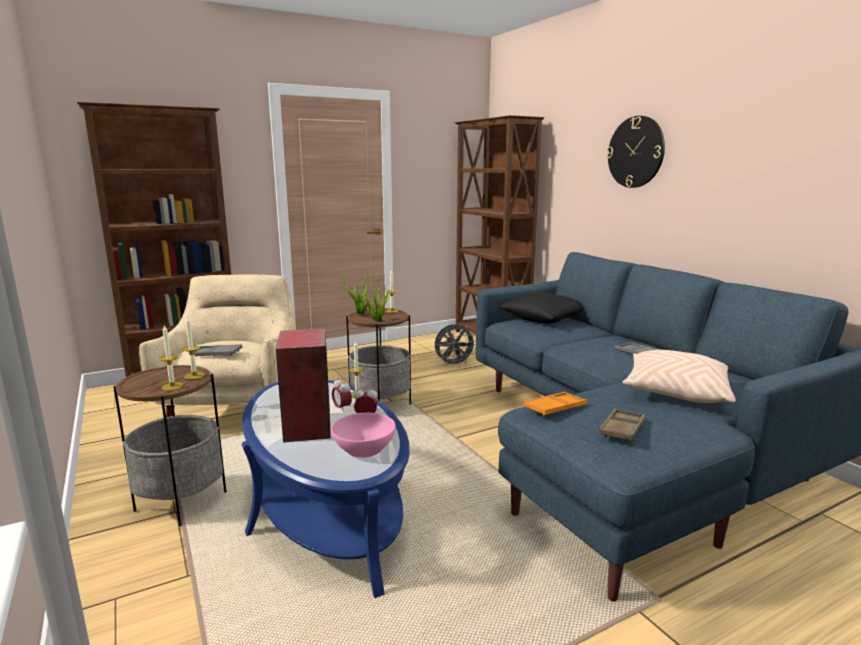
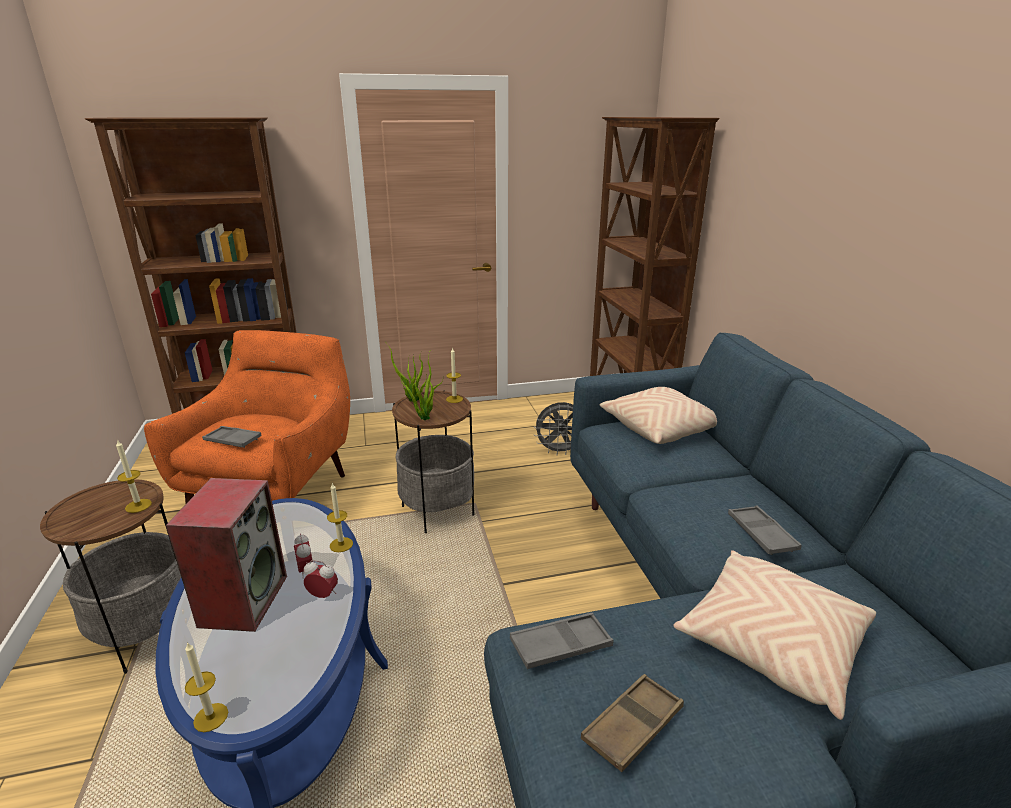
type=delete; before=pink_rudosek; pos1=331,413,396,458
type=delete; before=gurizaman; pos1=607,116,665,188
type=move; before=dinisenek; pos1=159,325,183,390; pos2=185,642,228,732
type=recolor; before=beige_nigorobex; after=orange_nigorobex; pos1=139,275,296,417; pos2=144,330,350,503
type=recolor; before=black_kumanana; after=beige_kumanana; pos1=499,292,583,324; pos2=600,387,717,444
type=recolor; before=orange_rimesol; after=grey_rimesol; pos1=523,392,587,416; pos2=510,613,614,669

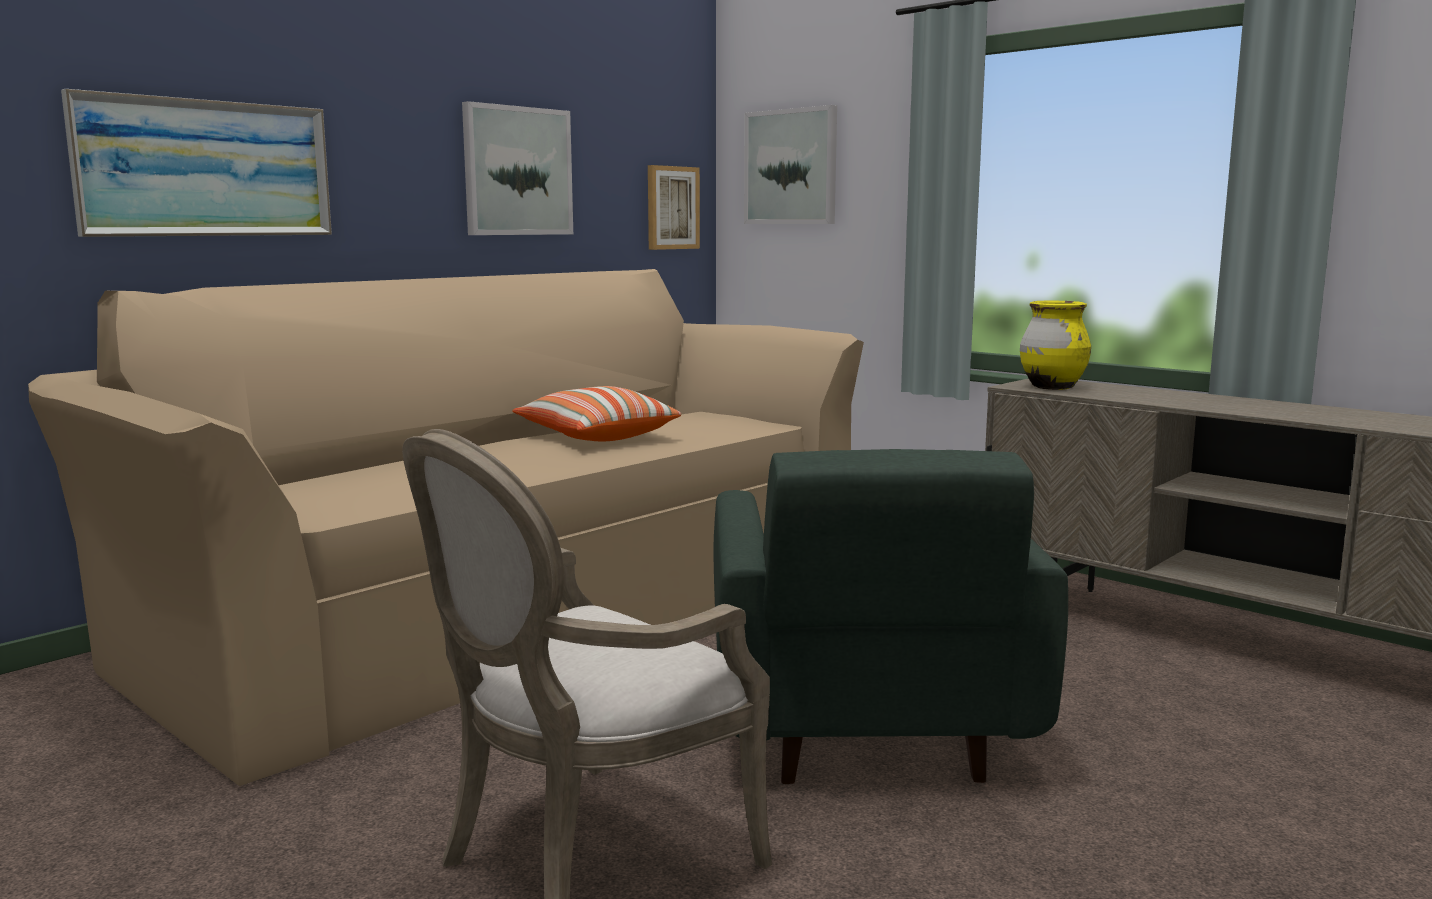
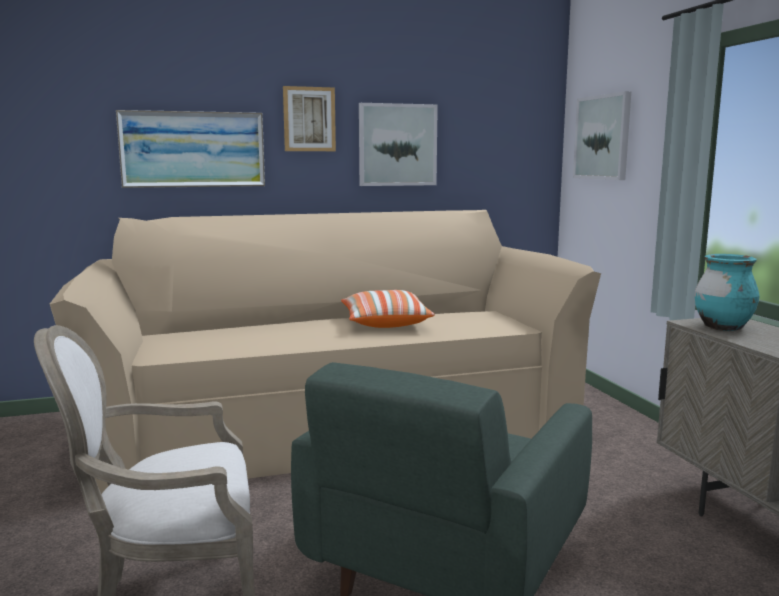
type=move; before=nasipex; pos1=648,165,700,250; pos2=283,86,336,151
type=recolor; before=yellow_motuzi; after=turquoise_motuzi; pos1=1020,301,1091,390; pos2=695,254,760,331

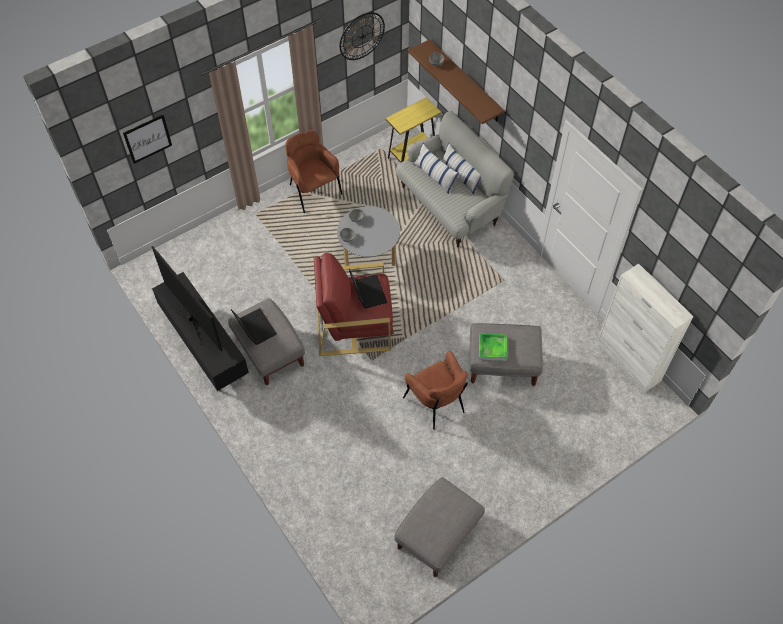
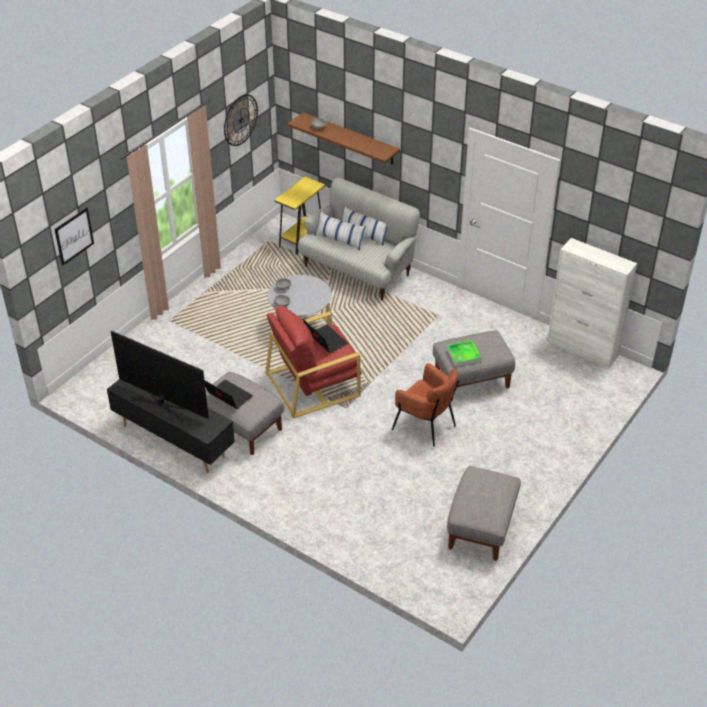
type=delete; before=brown_nigorobex; pos1=285,130,343,213

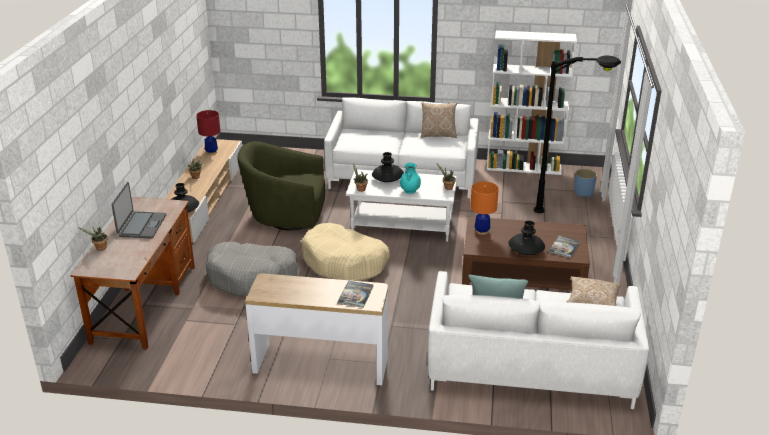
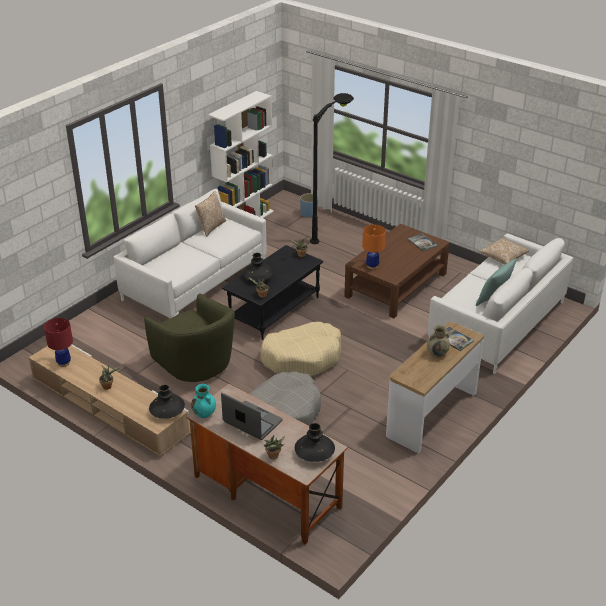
type=insert; after=beige_motuzi; pos2=427,325,450,357
type=move; before=turquoise_motuzi; pos1=400,163,421,194; pos2=191,384,216,418
type=move; before=black_motuzi; pos1=508,221,545,255; pos2=294,423,335,462
type=recolor; before=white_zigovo; after=black_zigovo; pos1=346,169,457,242; pos2=222,245,323,340
type=rotate; before=green_nigorobex; pos1=237,141,325,231; pos2=144,293,235,382; turn=-75

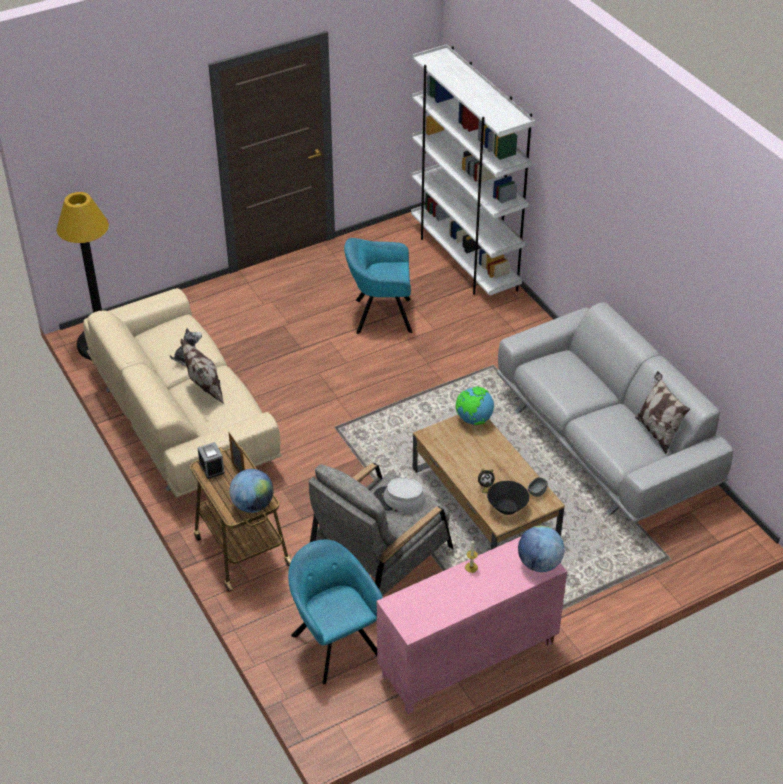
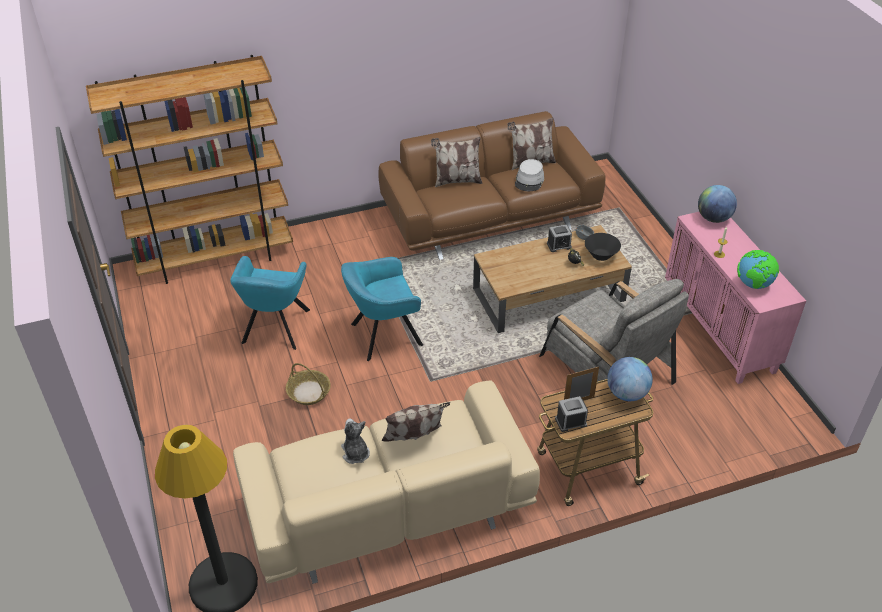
type=insert; after=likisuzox; pos2=286,363,331,405
type=insert; after=kumanana; pos2=431,137,482,187
type=insert; after=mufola; pos2=547,225,572,252
type=move; before=turquoise_nigorobex; pos1=288,539,383,685; pos2=341,257,423,361
type=move; before=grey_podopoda; pos1=374,478,426,513; pos2=515,159,544,191
type=move; before=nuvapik; pos1=456,386,494,425; pos2=737,250,779,289
type=recolor; before=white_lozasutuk; after=brown_lozasutuk; pos1=411,44,535,296; pos2=86,55,293,284
type=recolor; before=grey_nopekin; after=brown_nopekin; pos1=497,302,733,523; pos2=379,111,606,260

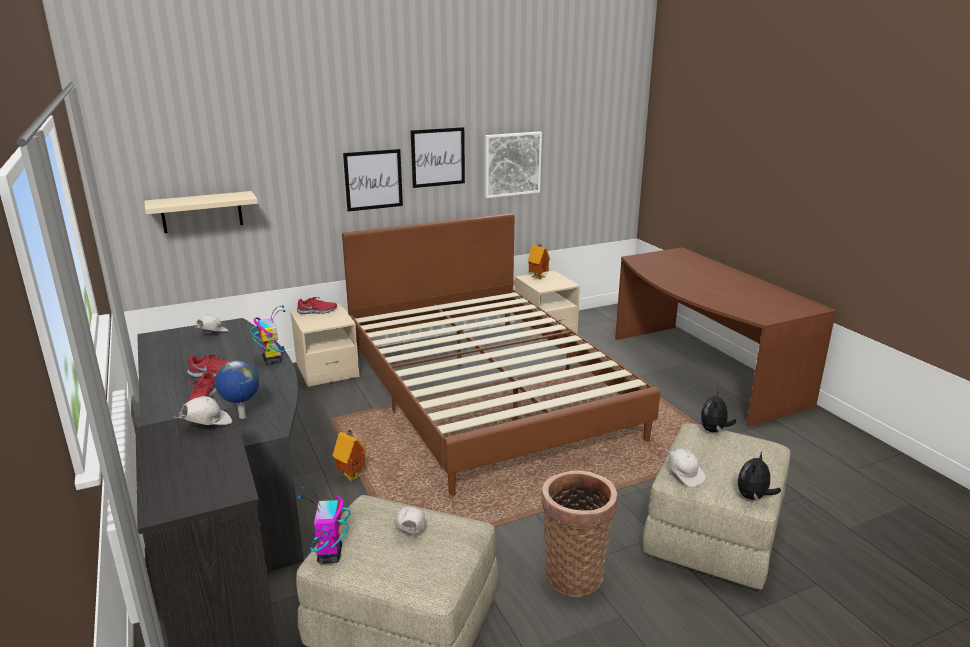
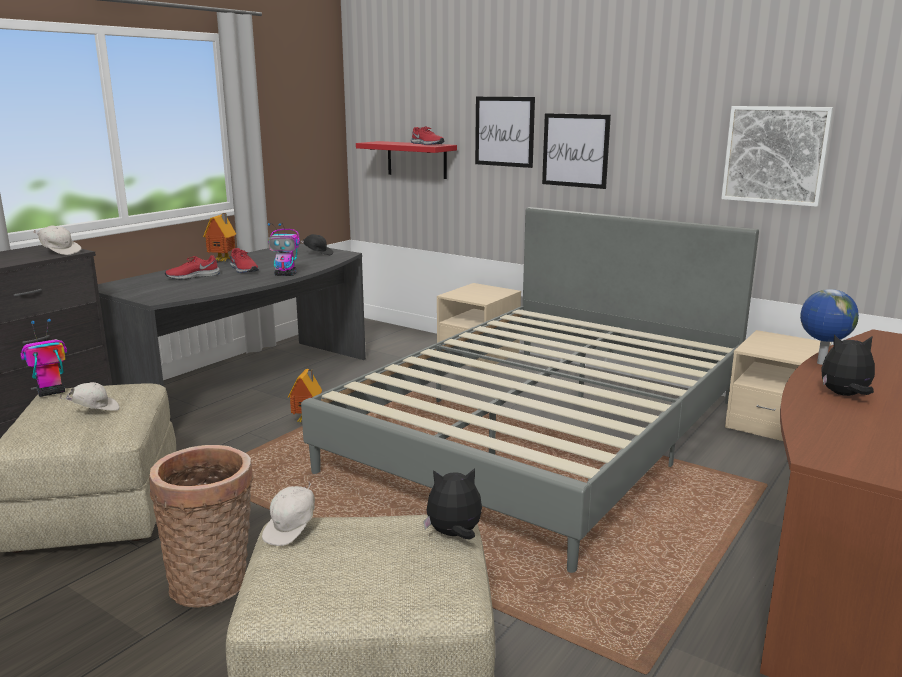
type=move; before=nuvapik; pos1=215,360,259,419; pos2=800,289,859,365
type=move; before=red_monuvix; pos1=297,297,337,314; pos2=411,126,444,145
type=move; before=nasipex; pos1=411,127,465,188; pos2=475,97,535,168
type=move; before=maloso; pos1=528,244,550,279; pos2=203,213,236,261
type=move; before=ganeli; pos1=737,452,781,501; pos2=821,335,875,396
type=recolor; before=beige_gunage; after=red_gunage; pos1=144,191,258,233; pos2=356,141,457,179
type=recolor; before=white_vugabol; after=black_vugabol; pos1=195,315,229,331; pos2=300,234,333,255
type=recolor; before=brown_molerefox; after=grey_molerefox; pos1=342,213,660,496; pos2=301,207,759,573
type=rotate; before=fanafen; pos1=250,305,286,365; pos2=268,223,300,276; turn=60

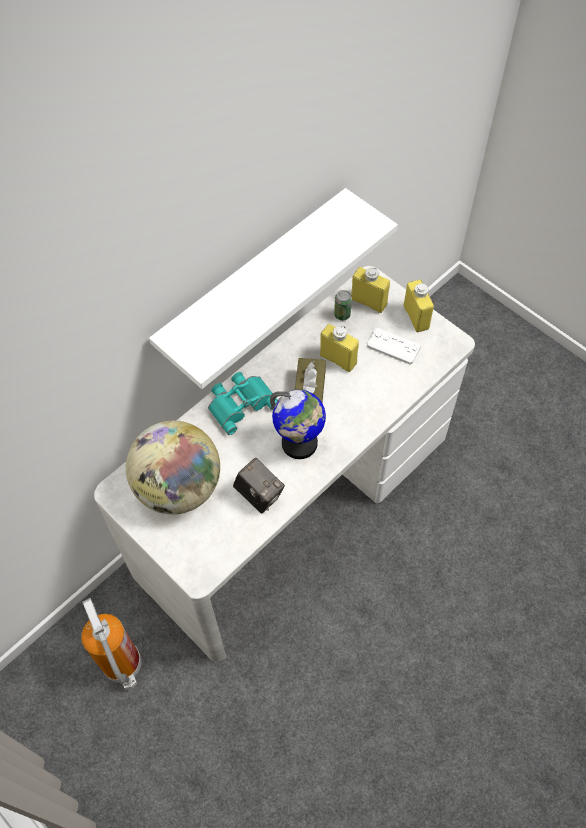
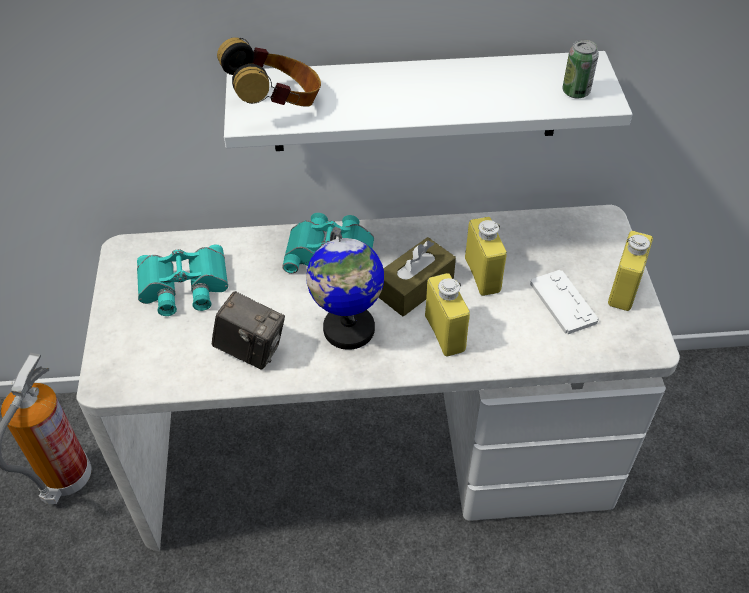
type=insert; after=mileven; pos2=217,37,321,107
type=move; before=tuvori; pos1=334,290,352,321; pos2=562,39,599,98
type=move; before=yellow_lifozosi; pos1=351,267,390,313; pos2=425,273,470,357
type=replace; before=nuvapik; after=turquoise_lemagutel; pos1=126,421,220,514; pos2=137,244,228,316
type=rotate; before=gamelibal; pos1=233,458,285,514; pos2=212,291,285,370; turn=-60

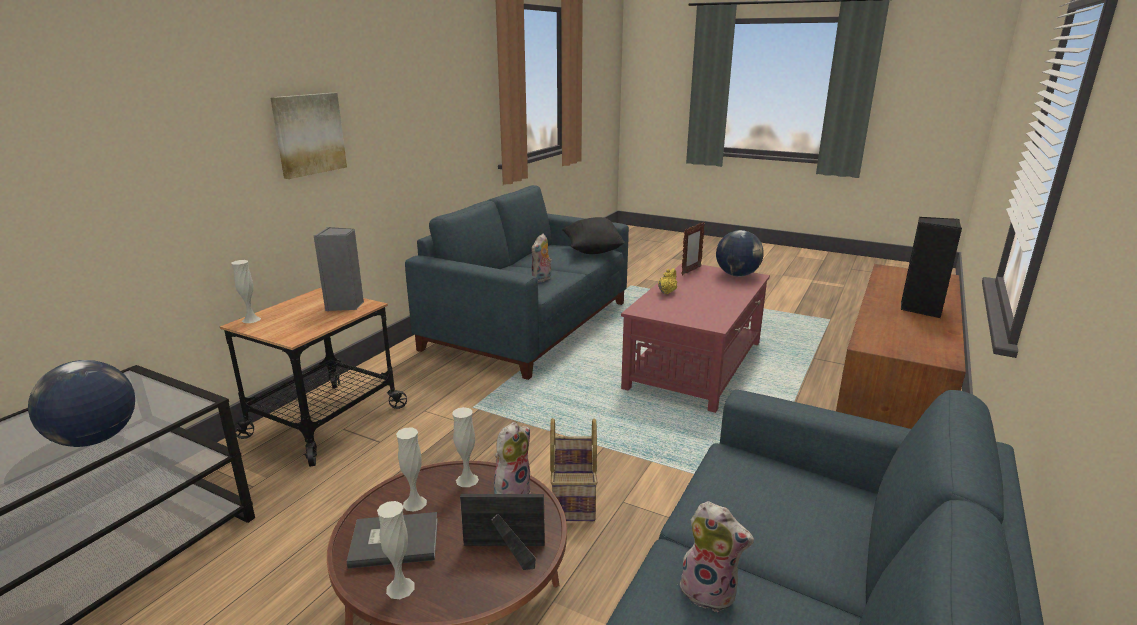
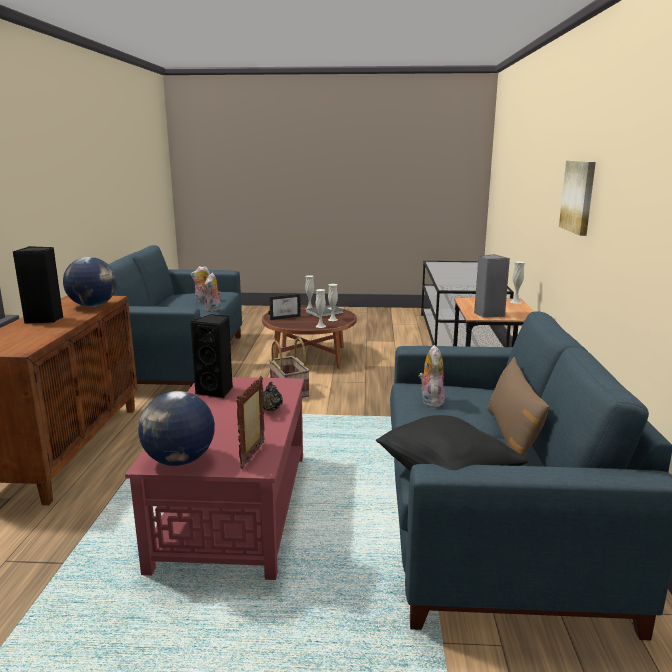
type=insert; after=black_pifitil; pos2=190,314,233,398
type=insert; after=brown_kumanana; pos2=487,357,550,456
type=move; before=nuvapik; pos1=28,360,135,447; pos2=63,257,117,307
type=move; before=ganeli; pos1=494,422,531,494; pos2=204,273,221,312
type=recolor; before=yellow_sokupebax; after=black_sokupebax; pos1=658,268,677,294; pos2=262,382,283,411

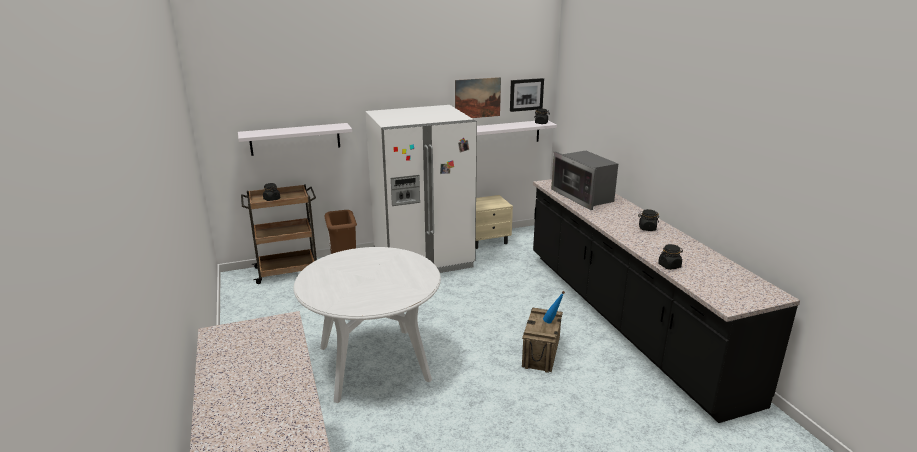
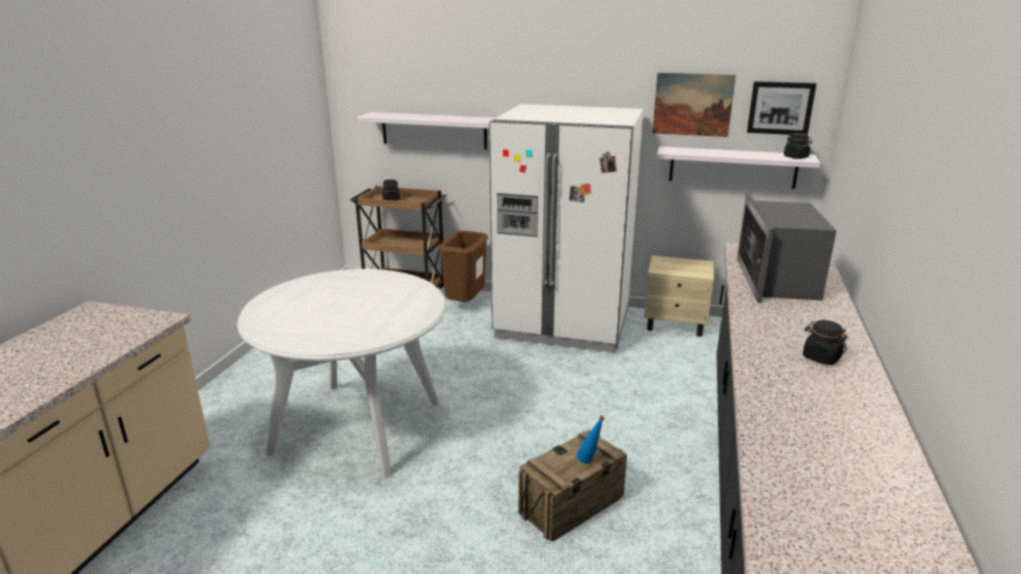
type=delete; before=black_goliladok; pos1=658,244,683,270

